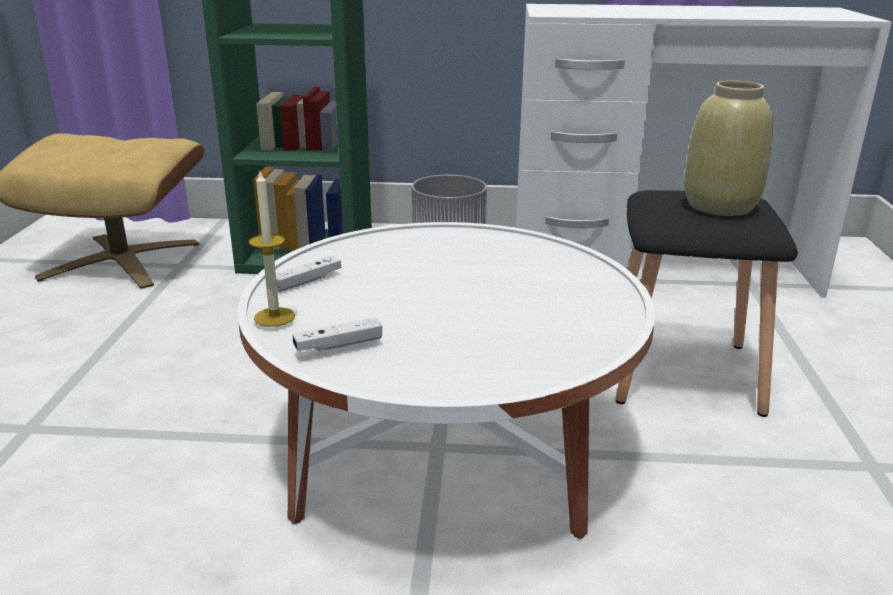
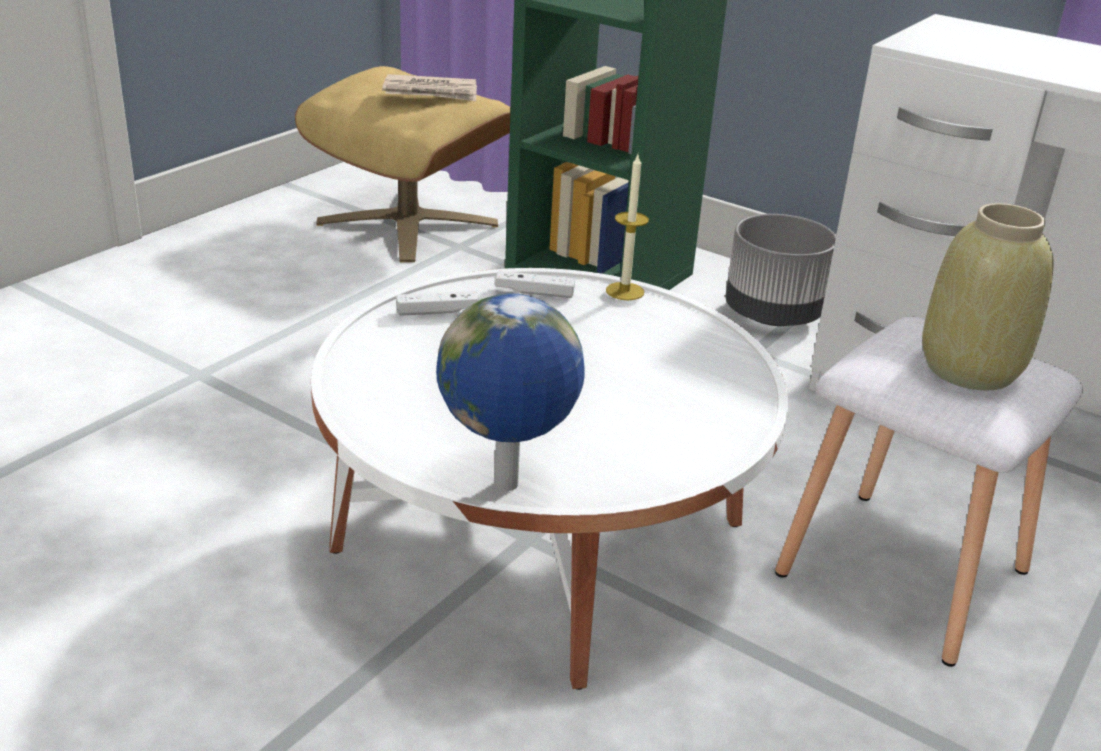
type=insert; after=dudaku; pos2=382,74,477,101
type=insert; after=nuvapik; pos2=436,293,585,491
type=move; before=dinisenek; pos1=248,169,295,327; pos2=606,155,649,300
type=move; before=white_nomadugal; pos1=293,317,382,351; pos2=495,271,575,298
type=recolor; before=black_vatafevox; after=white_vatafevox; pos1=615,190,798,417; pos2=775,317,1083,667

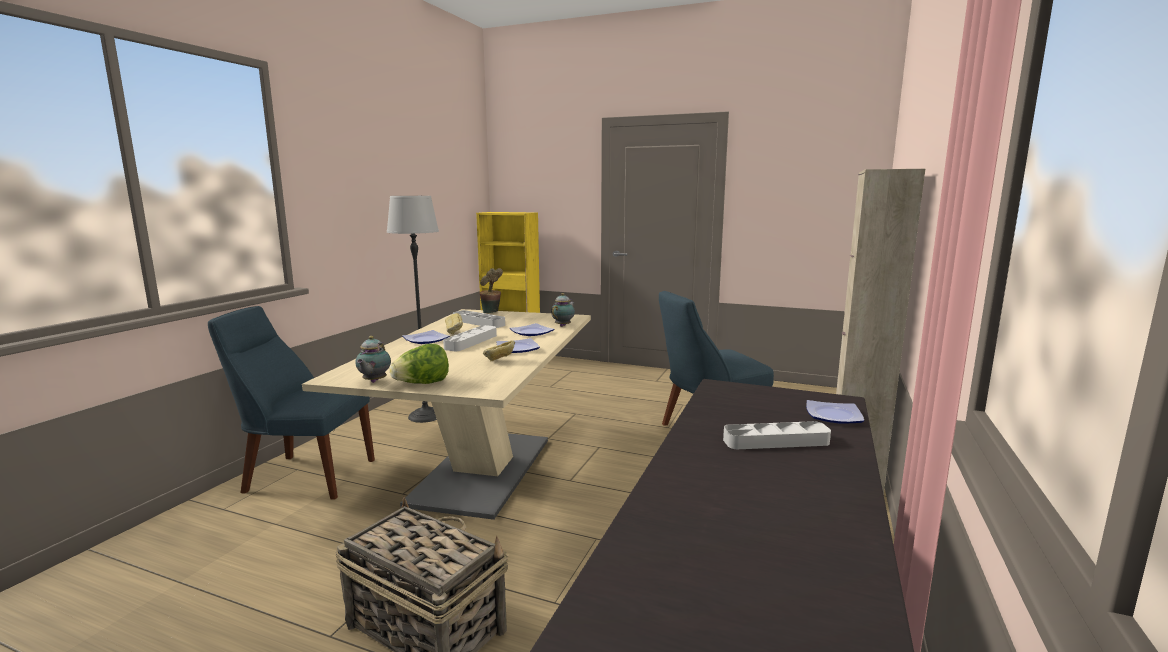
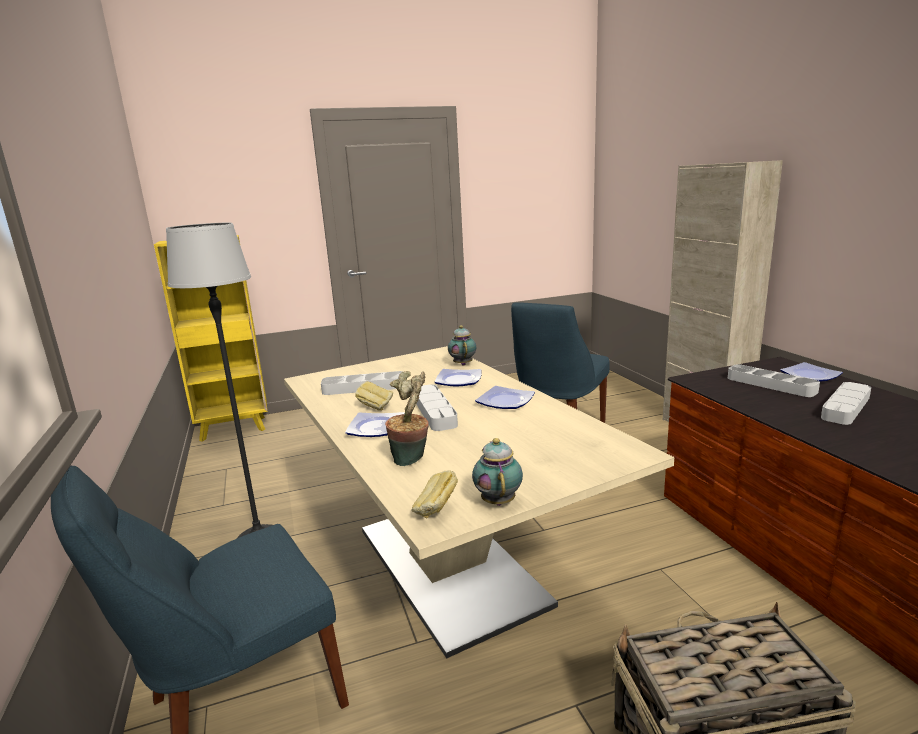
type=delete; before=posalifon; pos1=389,344,449,384
type=insert; after=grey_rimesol; pos2=728,364,820,397
type=move; before=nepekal; pos1=479,268,503,313; pos2=385,371,429,466
type=move; before=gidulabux; pos1=483,340,515,362; pos2=412,471,458,518
type=rotate; before=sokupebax; pos1=355,336,391,383; pos2=472,438,523,506; turn=-150

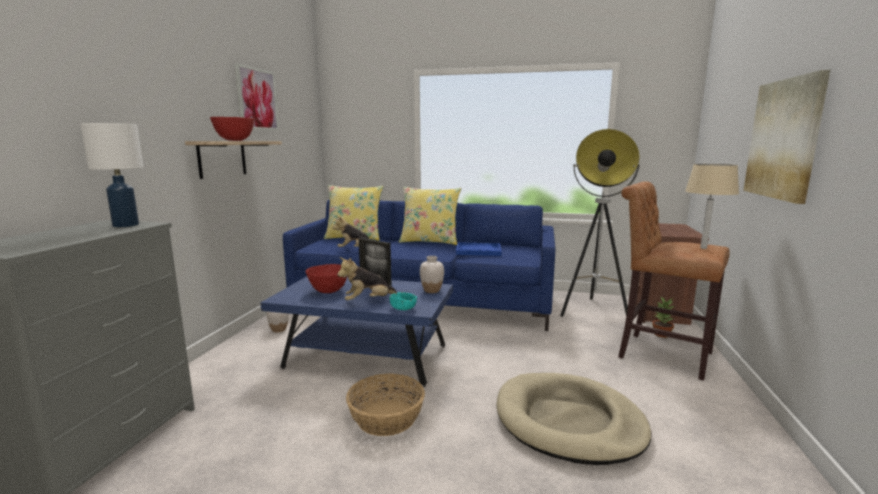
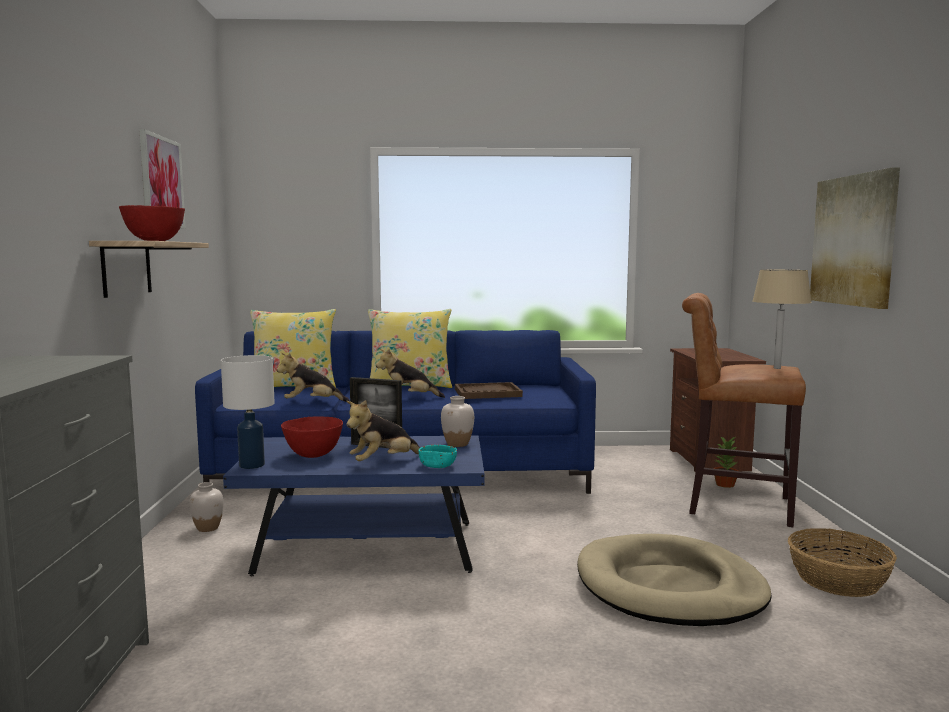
type=delete; before=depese; pos1=560,129,640,317
type=insert; after=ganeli; pos2=376,349,445,398
type=move; before=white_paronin; pos1=80,123,143,227; pos2=221,355,275,469
type=move; before=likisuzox; pos1=346,373,425,436; pos2=788,528,897,597
type=recolor; before=blue_rimesol; after=brown_rimesol; pos1=456,242,501,256; pos2=455,382,523,399

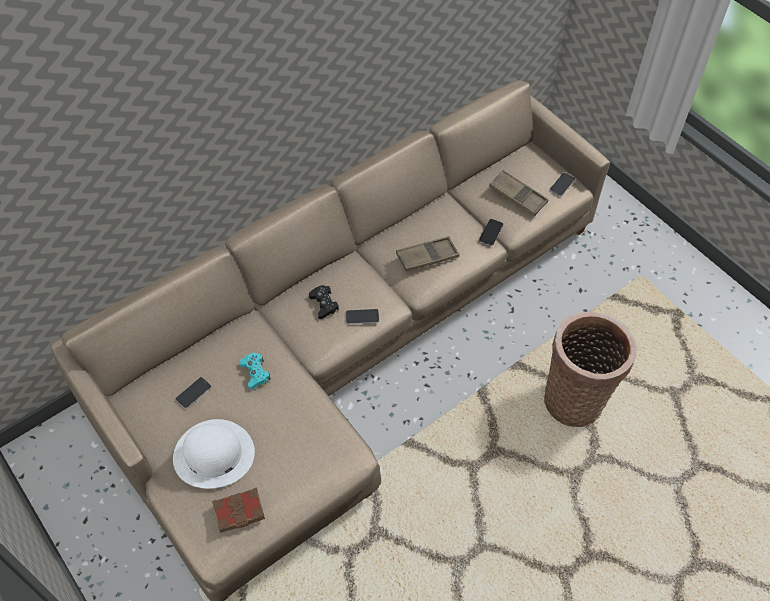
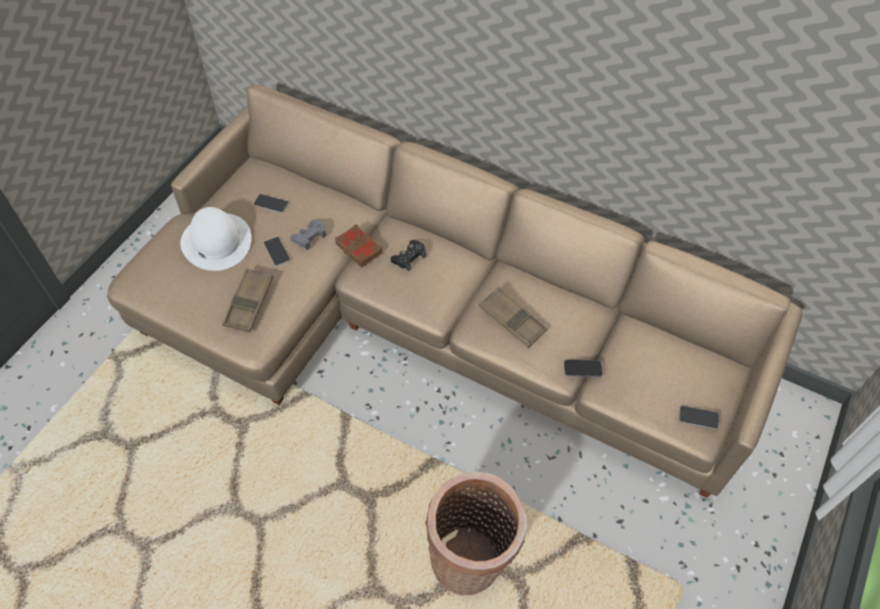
type=move; before=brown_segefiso; pos1=212,487,265,533; pos2=335,224,383,268
type=move; before=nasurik; pos1=346,309,379,324; pos2=264,237,290,266
type=move; before=brown_rimesol; pos1=489,170,549,216; pos2=222,268,273,332
type=recolor; before=turquoise_nomadugal; after=grey_nomadugal; pos1=240,353,271,389; pos2=290,219,326,250

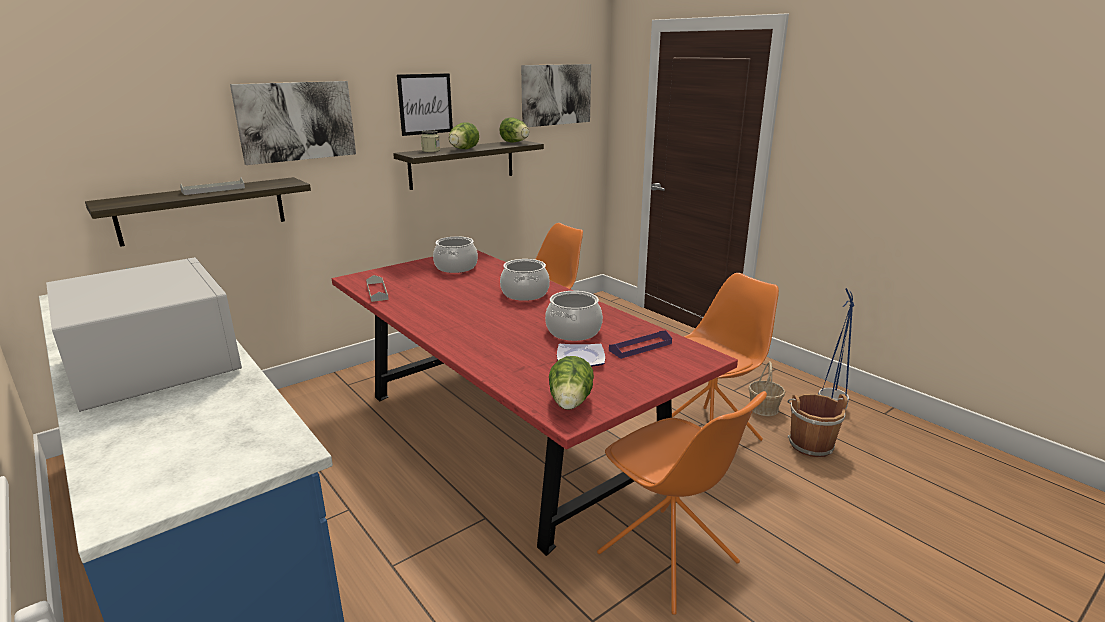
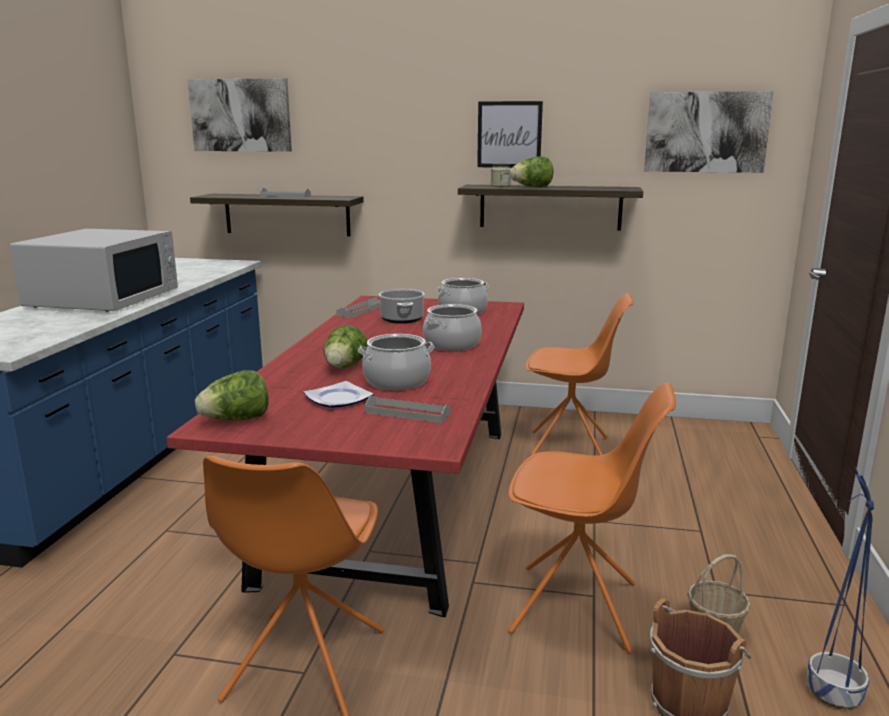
type=insert; after=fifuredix; pos2=379,289,425,324
type=move; before=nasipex; pos1=230,81,356,165; pos2=188,78,292,152
type=move; before=posalifon; pos1=499,117,529,143; pos2=324,325,368,368
type=recolor; before=purple_rimesol; after=grey_rimesol; pos1=609,330,672,359; pos2=365,395,450,423

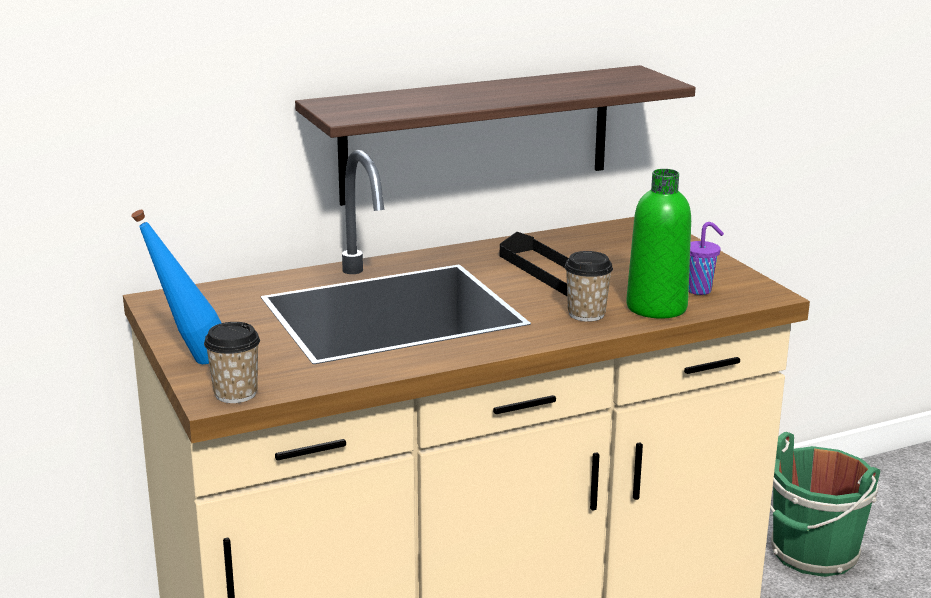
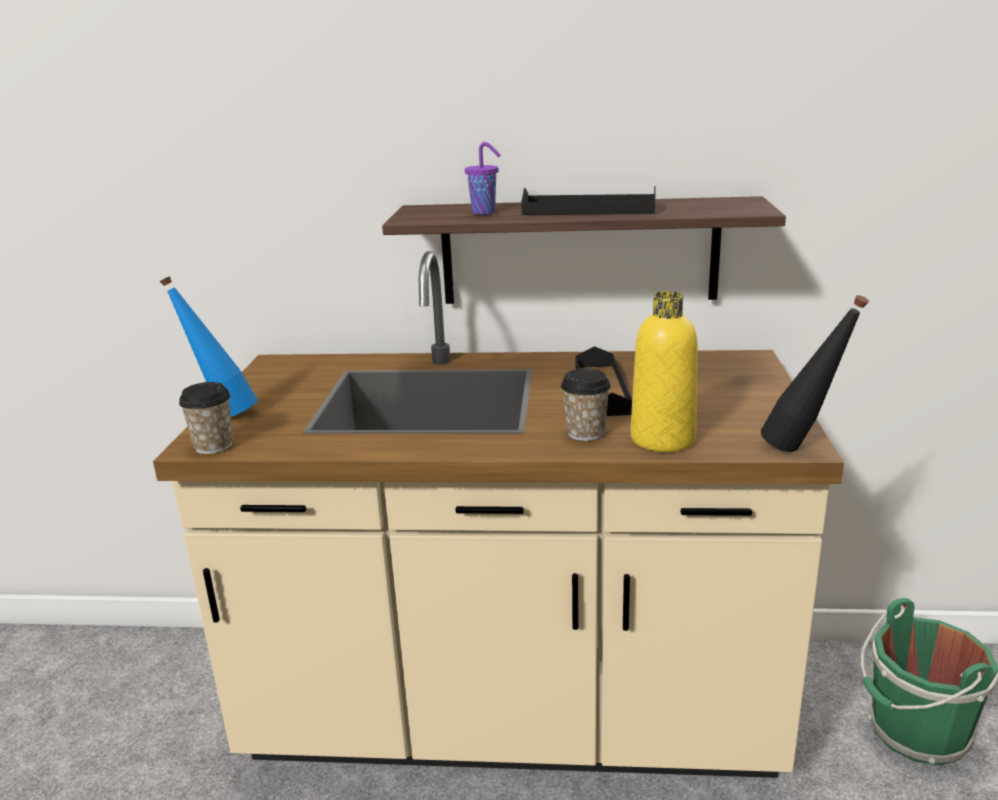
type=insert; after=black_rimesol; pos2=521,186,656,215
type=insert; after=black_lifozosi; pos2=761,295,869,452
type=move; before=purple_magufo; pos1=689,222,724,295; pos2=465,142,501,215
type=recolor; before=green_lifozosi; after=yellow_lifozosi; pos1=626,169,691,319; pos2=630,291,698,452

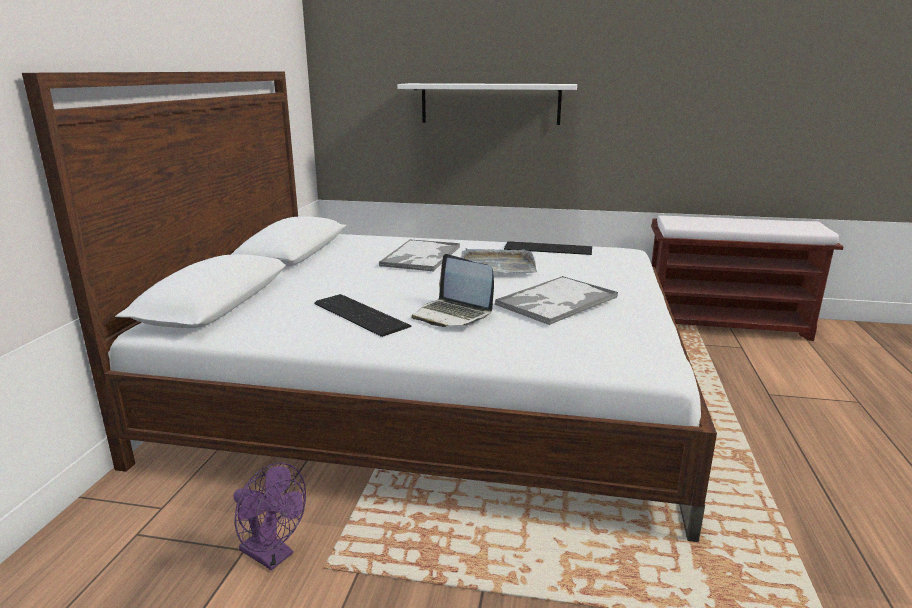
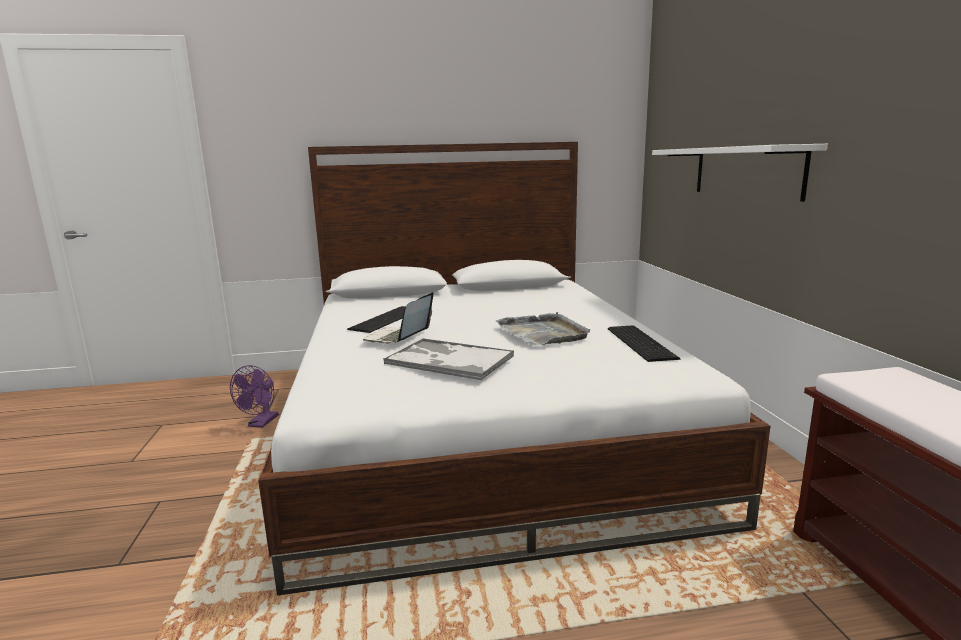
type=delete; before=rimesol; pos1=379,239,460,271

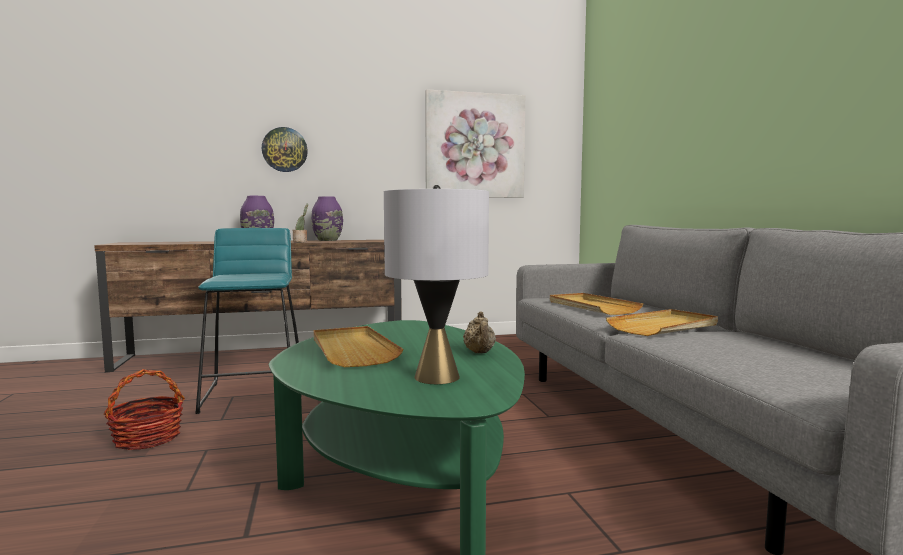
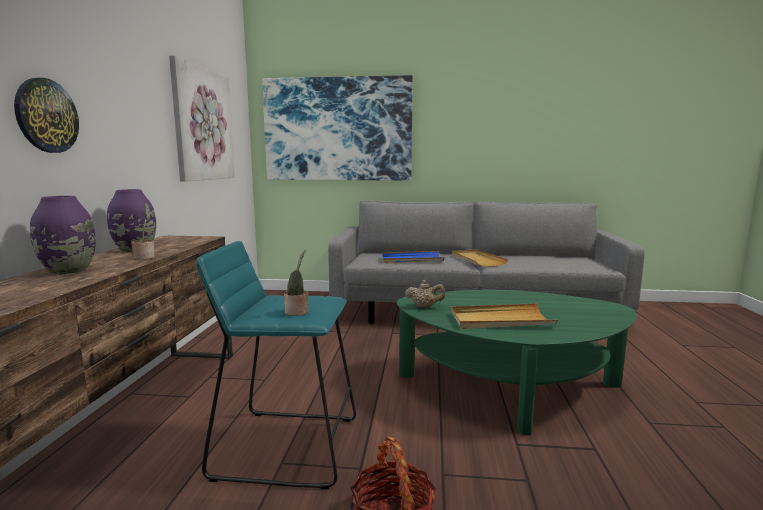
type=delete; before=grey_paronin; pos1=384,185,489,384
type=insert; after=nasipex; pos2=262,75,413,180
type=insert; after=nepekal; pos2=284,250,308,316
type=move; before=beige_sokupebax; pos1=463,312,496,353; pos2=405,280,445,308
type=recolor; before=beige_rimesol; after=blue_rimesol; pos1=550,293,644,315; pos2=382,251,444,263

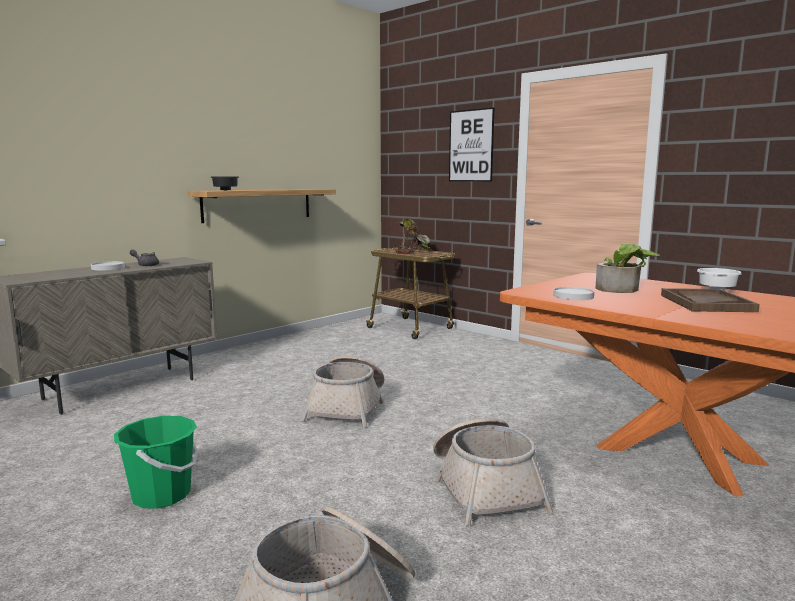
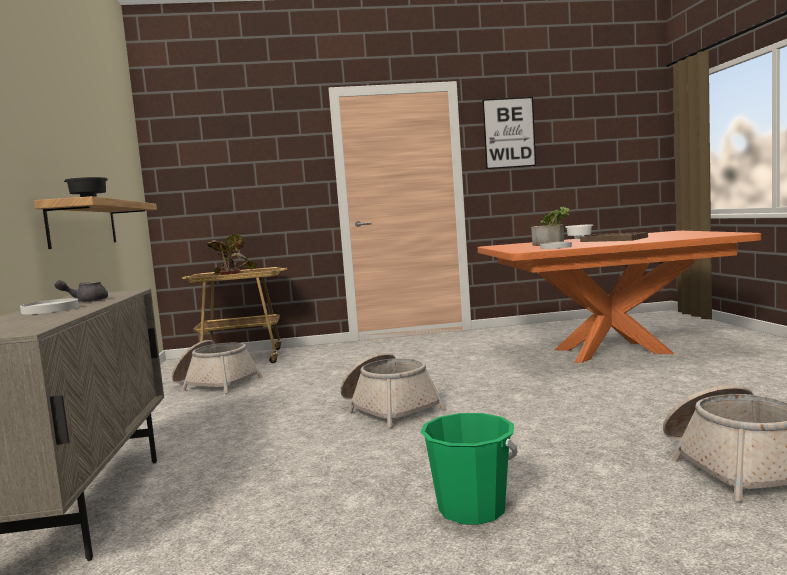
type=move; before=likisuzox; pos1=433,418,553,526; pos2=172,340,263,394
type=move; before=nasipex; pos1=449,107,494,181; pos2=482,97,536,169

